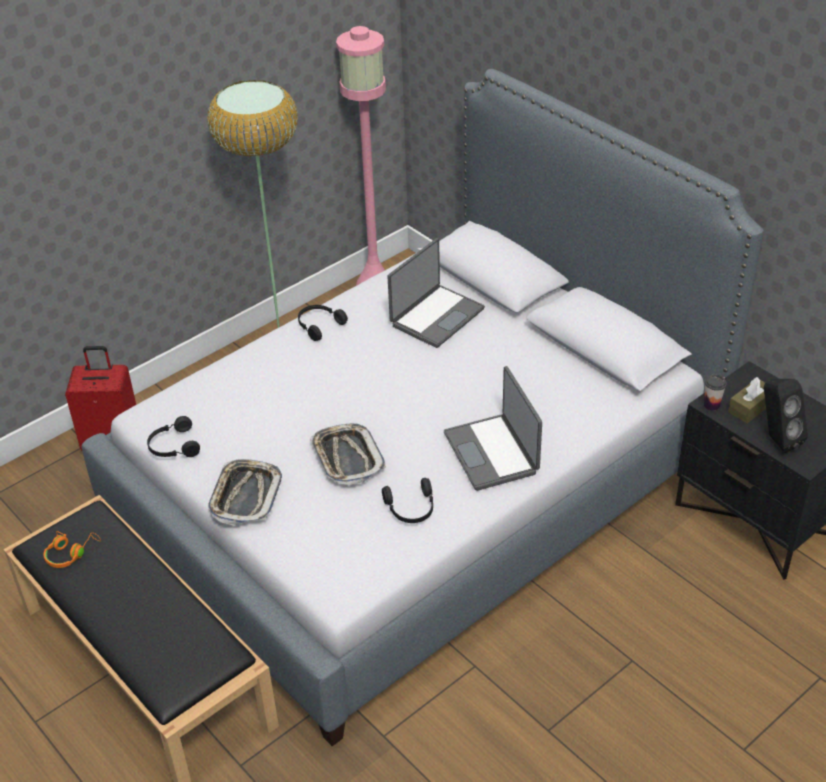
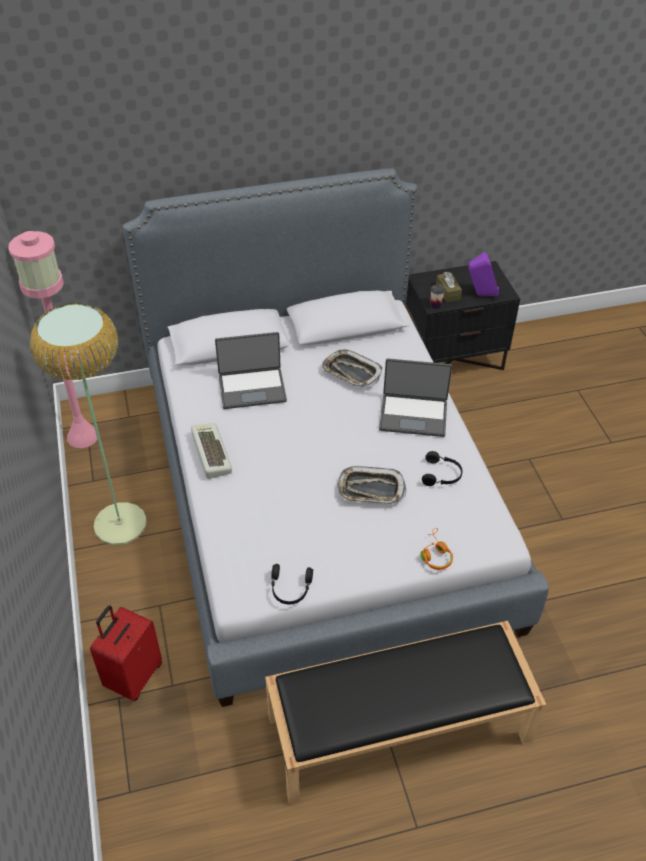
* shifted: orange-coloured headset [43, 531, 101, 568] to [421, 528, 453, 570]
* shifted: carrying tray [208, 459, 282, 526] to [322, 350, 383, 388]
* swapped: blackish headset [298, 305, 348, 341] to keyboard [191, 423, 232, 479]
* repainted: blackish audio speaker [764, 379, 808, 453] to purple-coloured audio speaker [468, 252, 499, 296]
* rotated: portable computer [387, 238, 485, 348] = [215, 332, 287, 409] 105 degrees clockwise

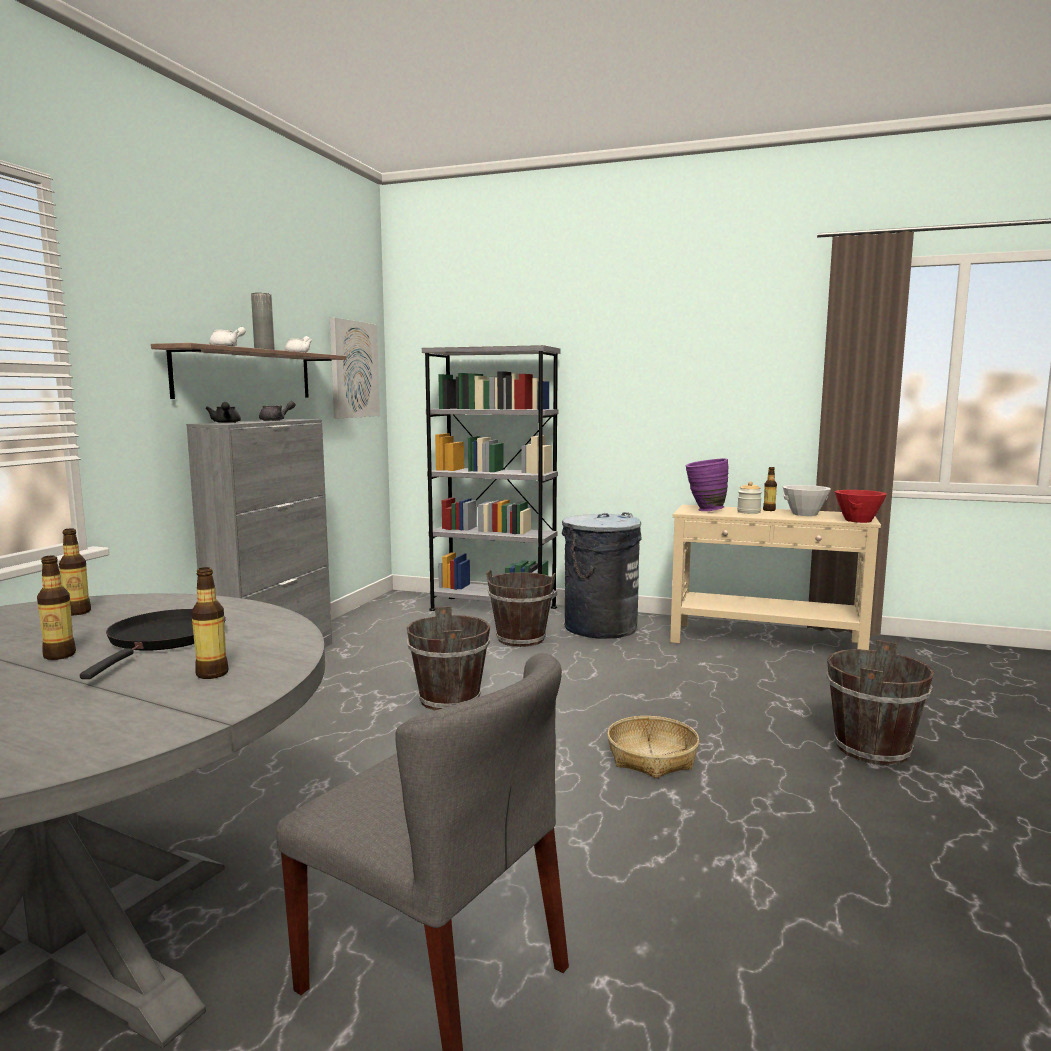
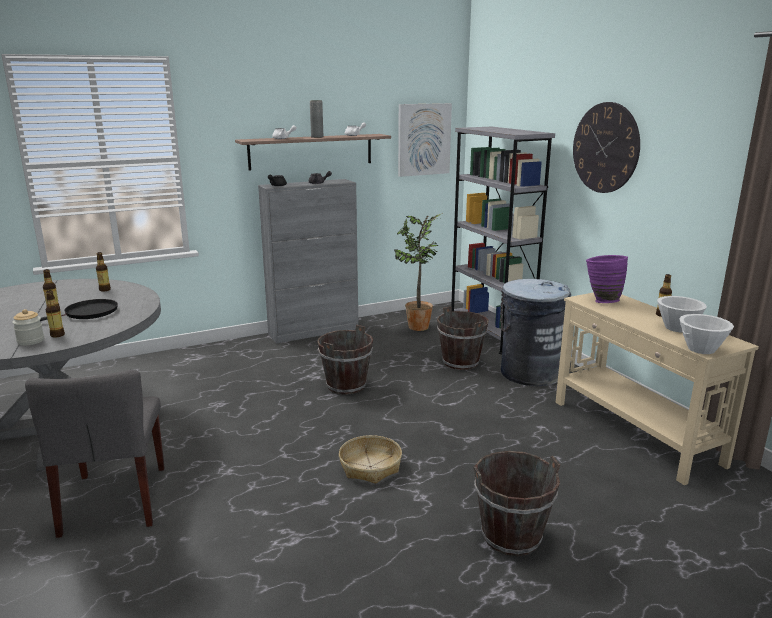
* new: potted plant [394, 213, 443, 331]
* new: wall clock [573, 102, 640, 193]
* shifted: storage jar [737, 481, 762, 514] to [12, 309, 44, 345]
* repainted: red serving bowl [835, 490, 887, 523] to white-coloured serving bowl [679, 314, 734, 354]

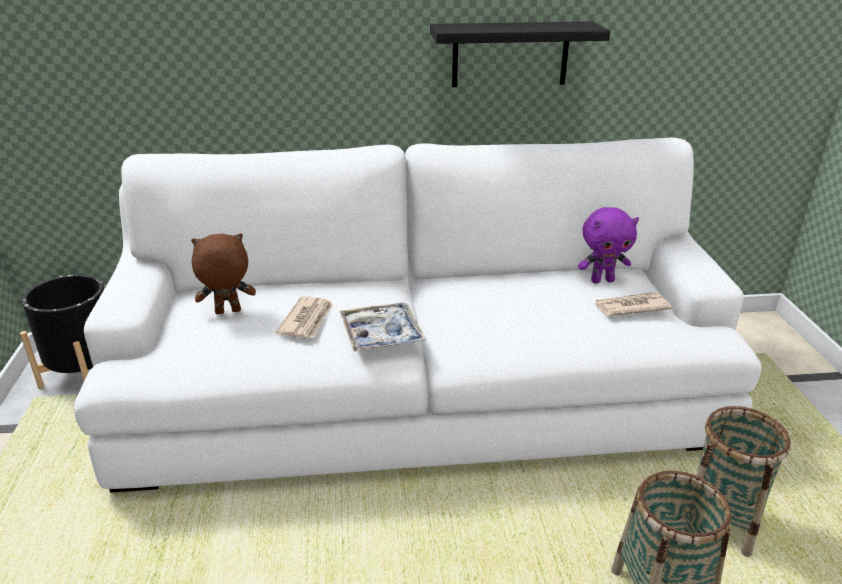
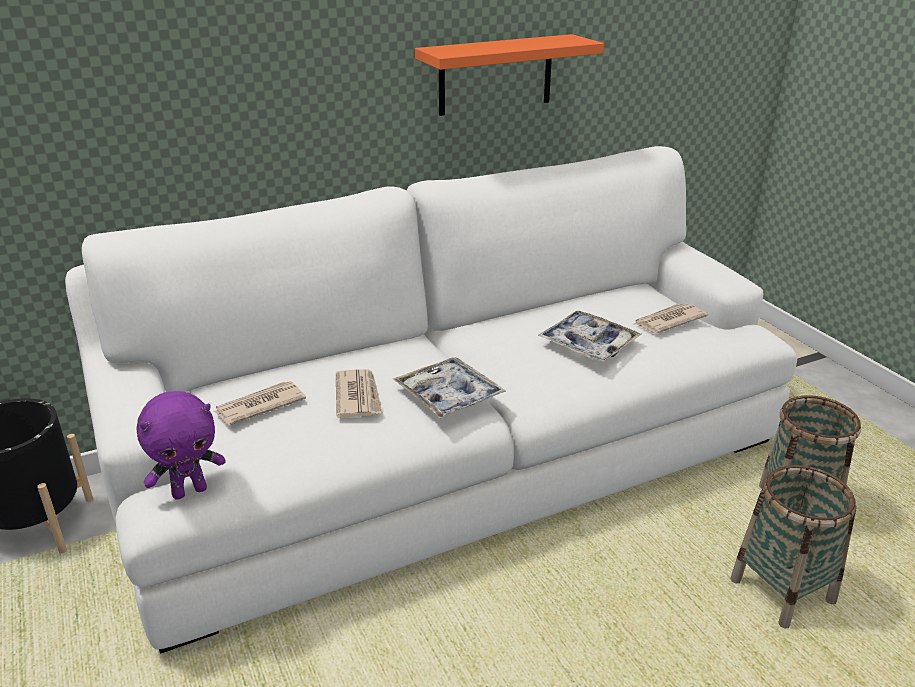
* new: carrying tray [538, 311, 642, 362]
* shifted: purple-coloured plush toy [578, 207, 639, 283] to [137, 391, 225, 500]
* swapped: brown plush toy [191, 233, 256, 314] to newspaper [214, 381, 306, 425]
* repainted: blackish wall shelf [430, 21, 610, 87] to orange-coloured wall shelf [415, 34, 604, 116]

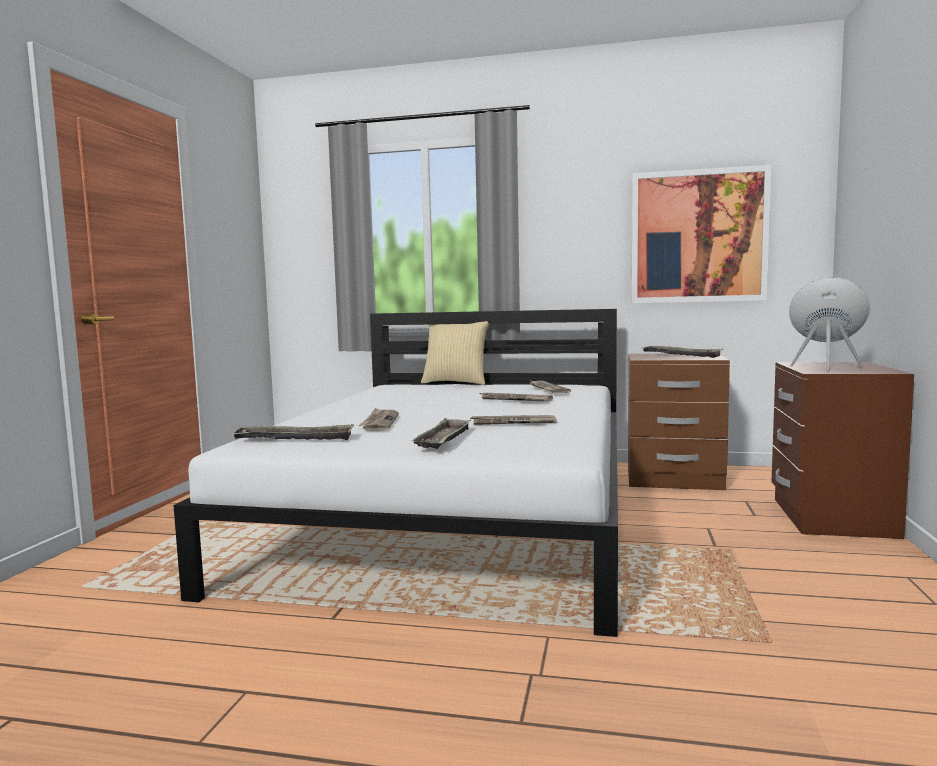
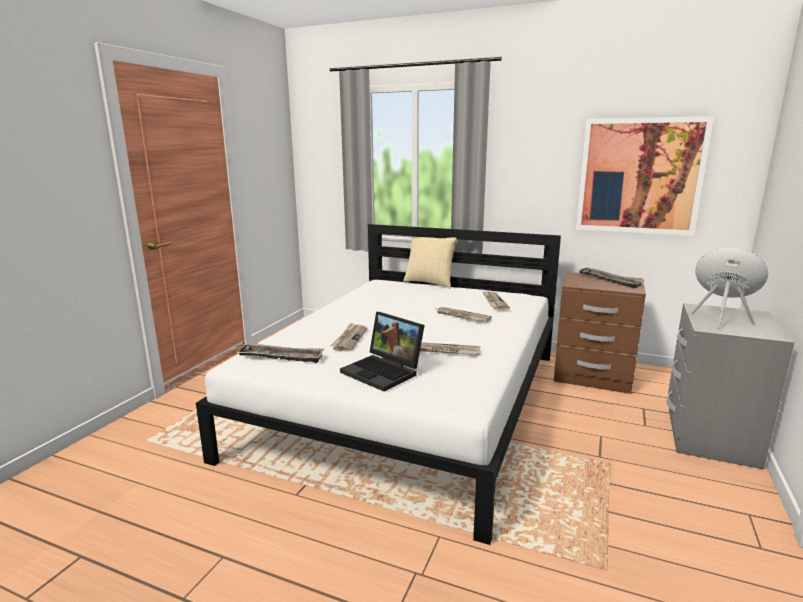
* swapped: carrying tray [412, 418, 471, 449] to portable computer [340, 312, 425, 391]
* repainted: brown night table [772, 362, 914, 539] to greyish night table [667, 303, 795, 470]

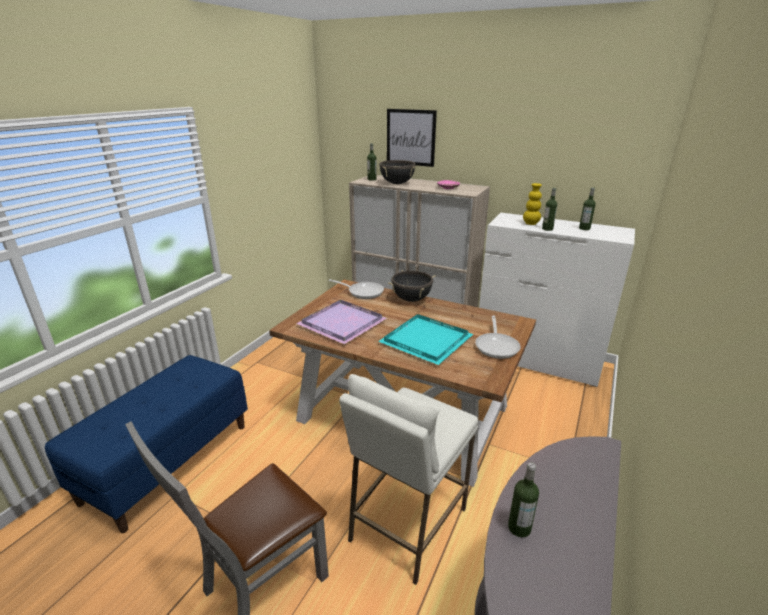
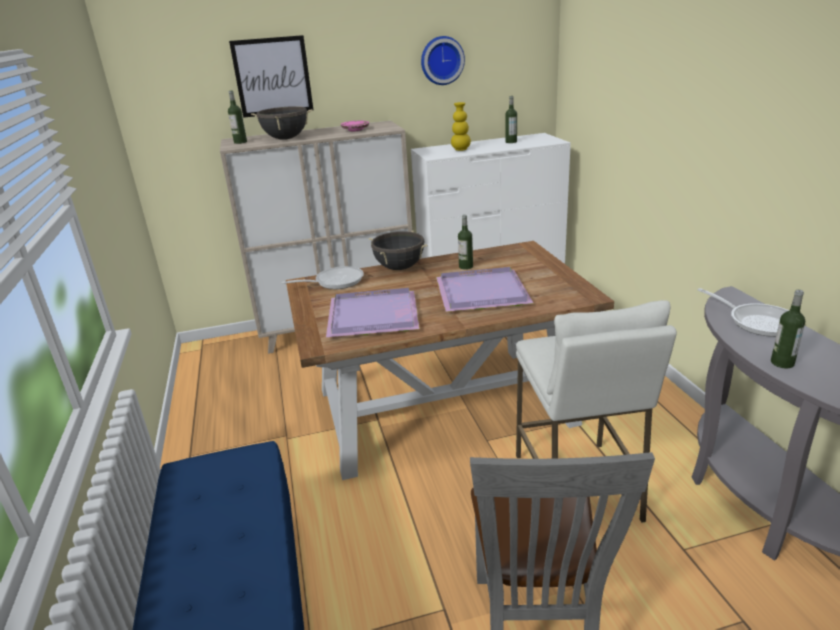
* new: wall clock [421, 36, 465, 85]
* shifted: pan [475, 315, 521, 359] to [697, 288, 789, 337]
* shifted: beverage bottle [542, 188, 557, 231] to [458, 215, 473, 270]
* repainted: turquoise-coloured carrying tray [378, 314, 473, 365] to purple-coloured carrying tray [436, 267, 533, 312]

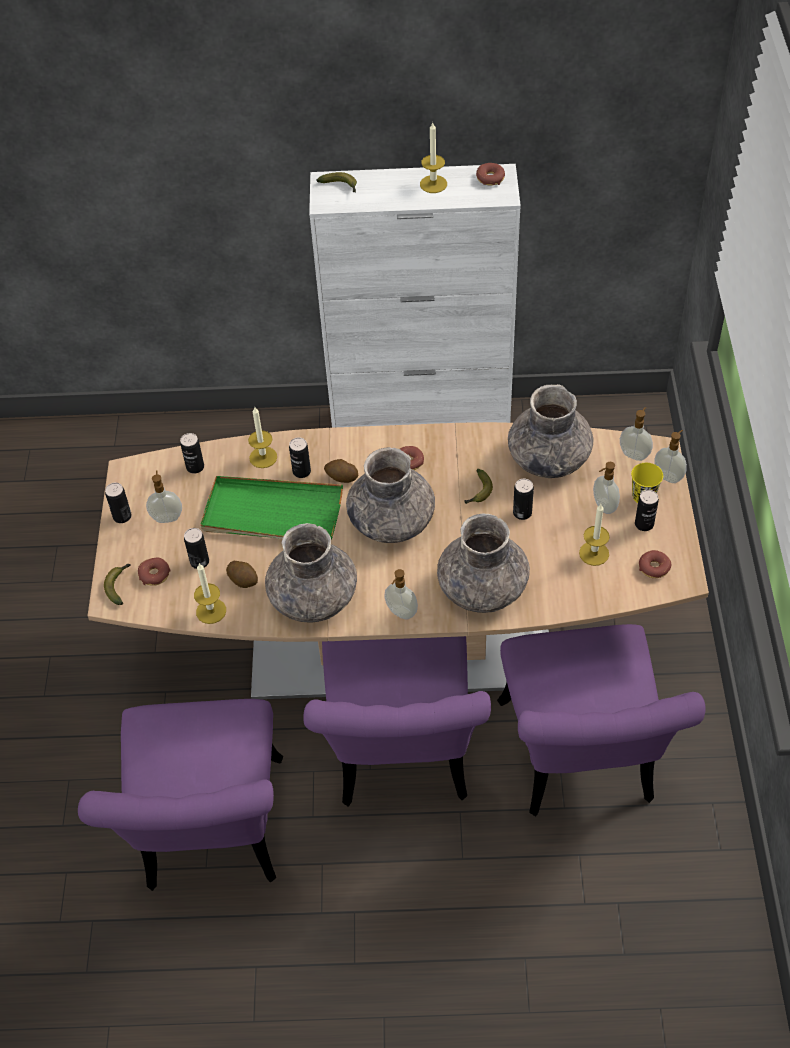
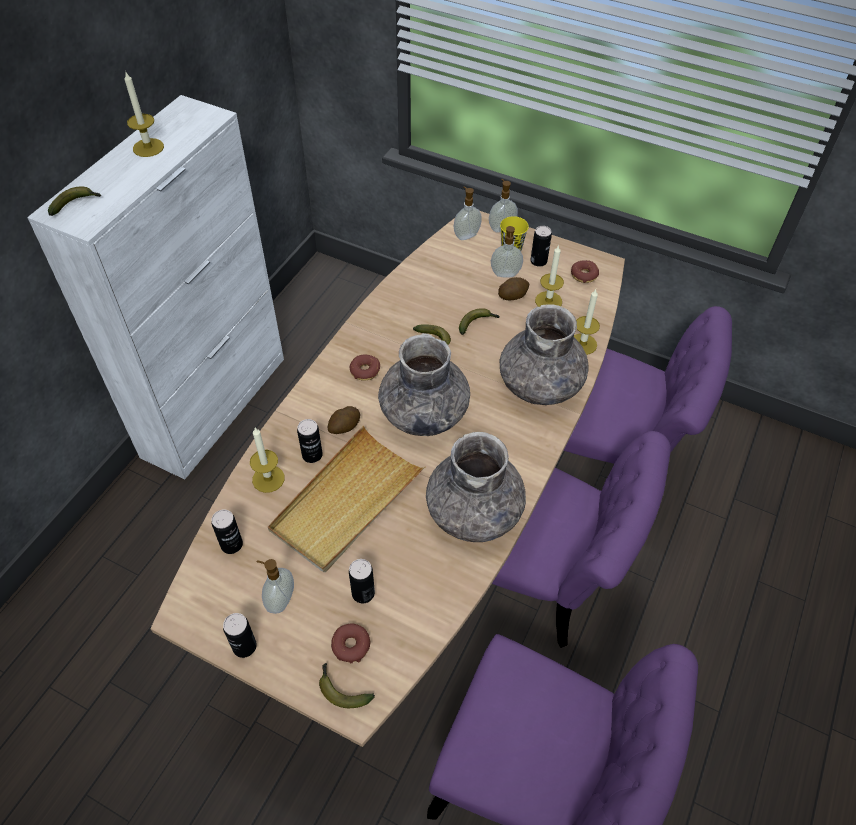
* gone: soap dispenser [384, 569, 418, 619]
* gone: doughnut [476, 163, 505, 186]
* gone: greyish vase [508, 384, 594, 478]
* shifted: candle [194, 563, 226, 624] to [574, 289, 600, 355]
* shifted: spud [226, 561, 258, 588] to [498, 277, 529, 300]
* swapped: sealed can [513, 479, 534, 520] to banana [459, 308, 499, 335]
* repainted: greenish carrying tray [200, 476, 343, 540] to beige-coloured carrying tray [268, 426, 426, 572]

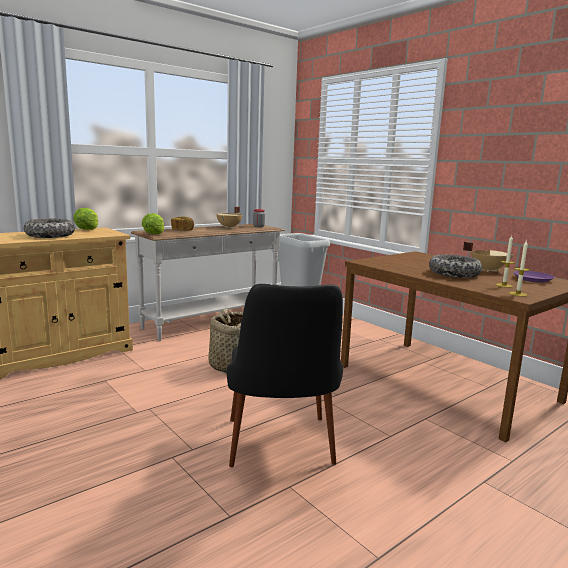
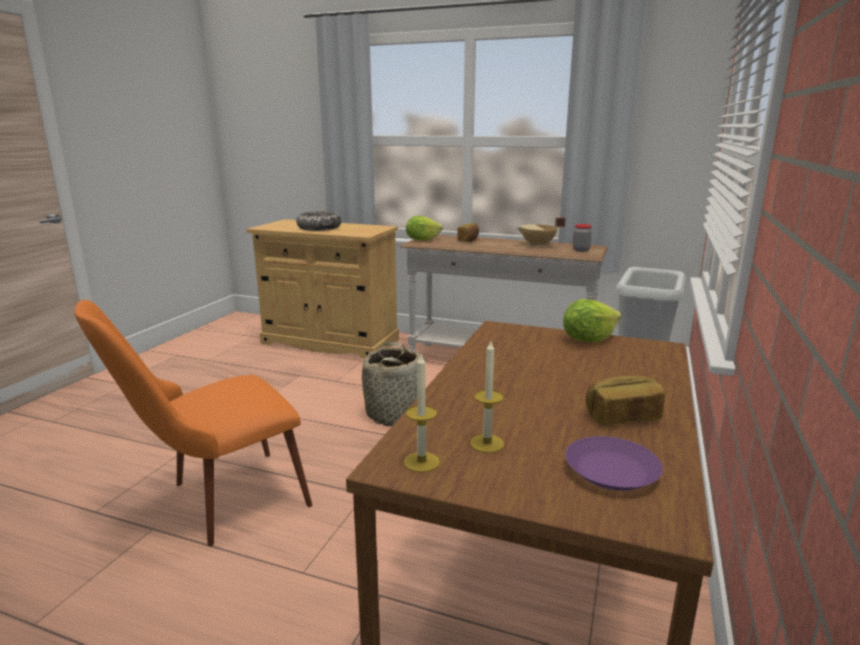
* gone: serving bowl [429, 254, 482, 278]
* shifted: lettuce head [73, 208, 98, 230] to [563, 299, 621, 342]
* swapped: beige-coloured saucepot [463, 242, 515, 272] to bakery bread [586, 375, 665, 426]
* repainted: blackish plain chair [227, 284, 343, 467] to orange-coloured plain chair [74, 300, 312, 546]

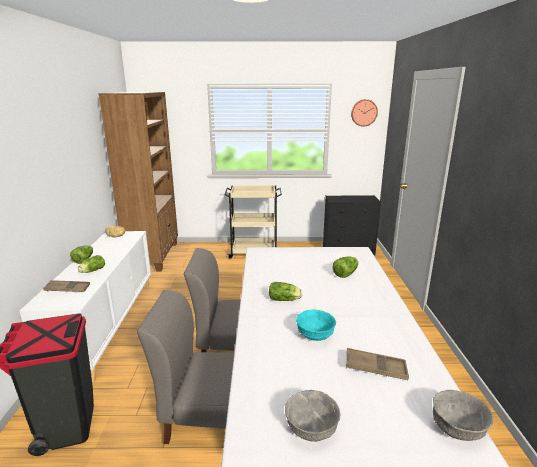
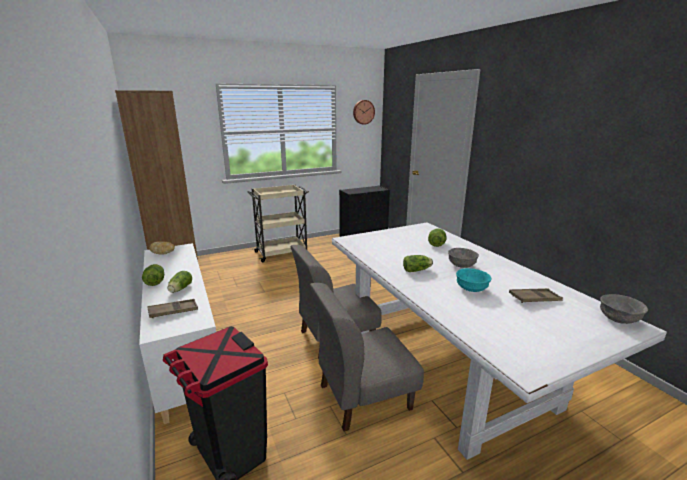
* shifted: greyish serving bowl [285, 390, 340, 442] to [448, 248, 479, 268]

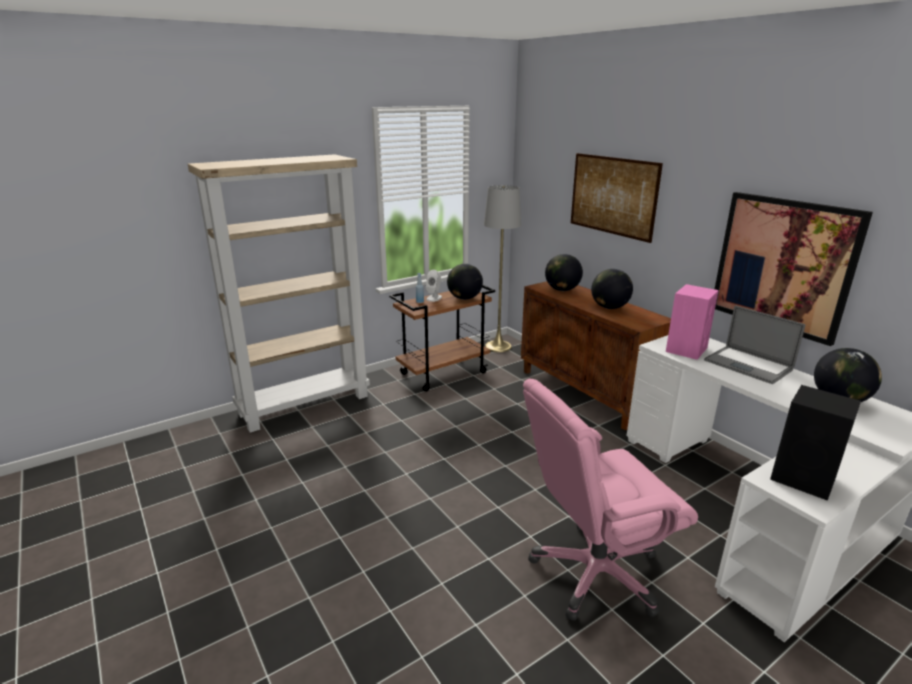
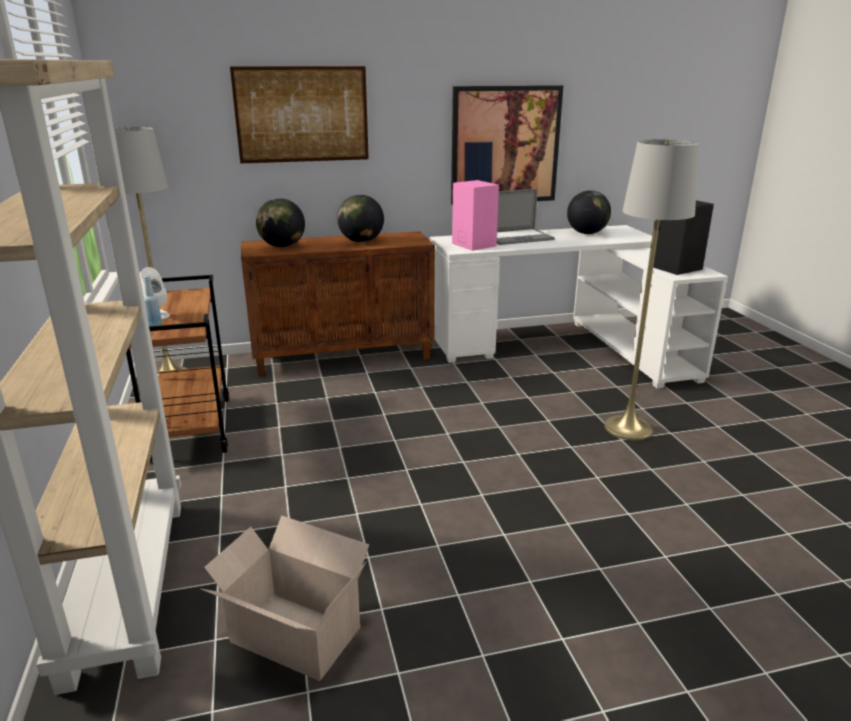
* gone: desk globe [447, 264, 483, 300]
* new: cardboard box [200, 515, 369, 681]
* swapped: pinkish desk chair [523, 379, 698, 621] to greyish standard lamp [604, 139, 699, 440]

